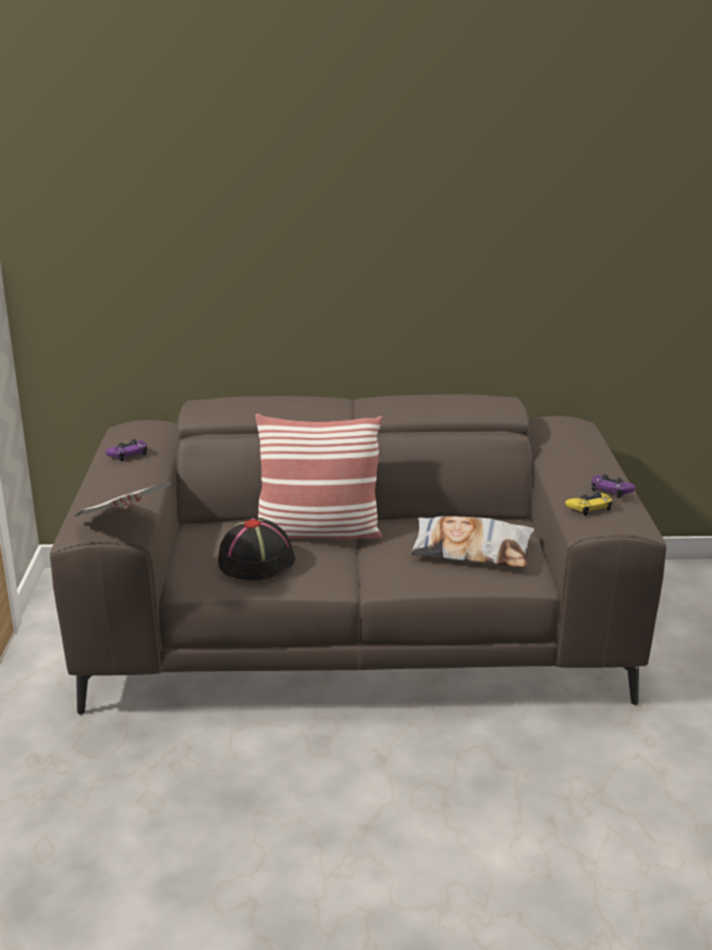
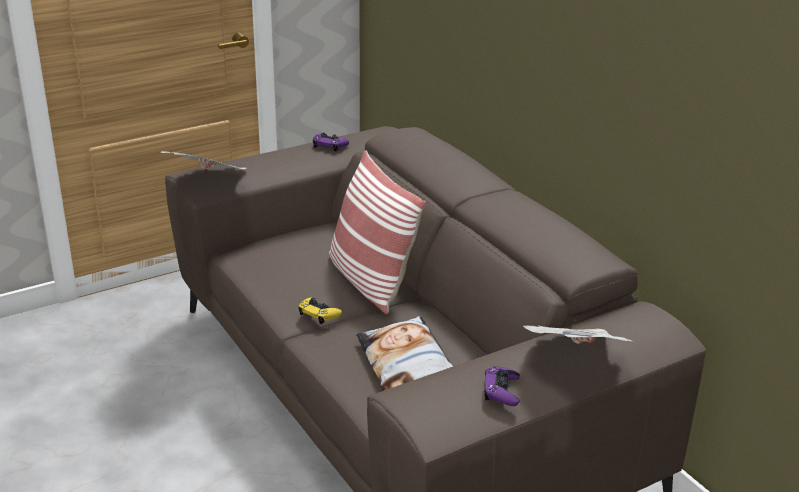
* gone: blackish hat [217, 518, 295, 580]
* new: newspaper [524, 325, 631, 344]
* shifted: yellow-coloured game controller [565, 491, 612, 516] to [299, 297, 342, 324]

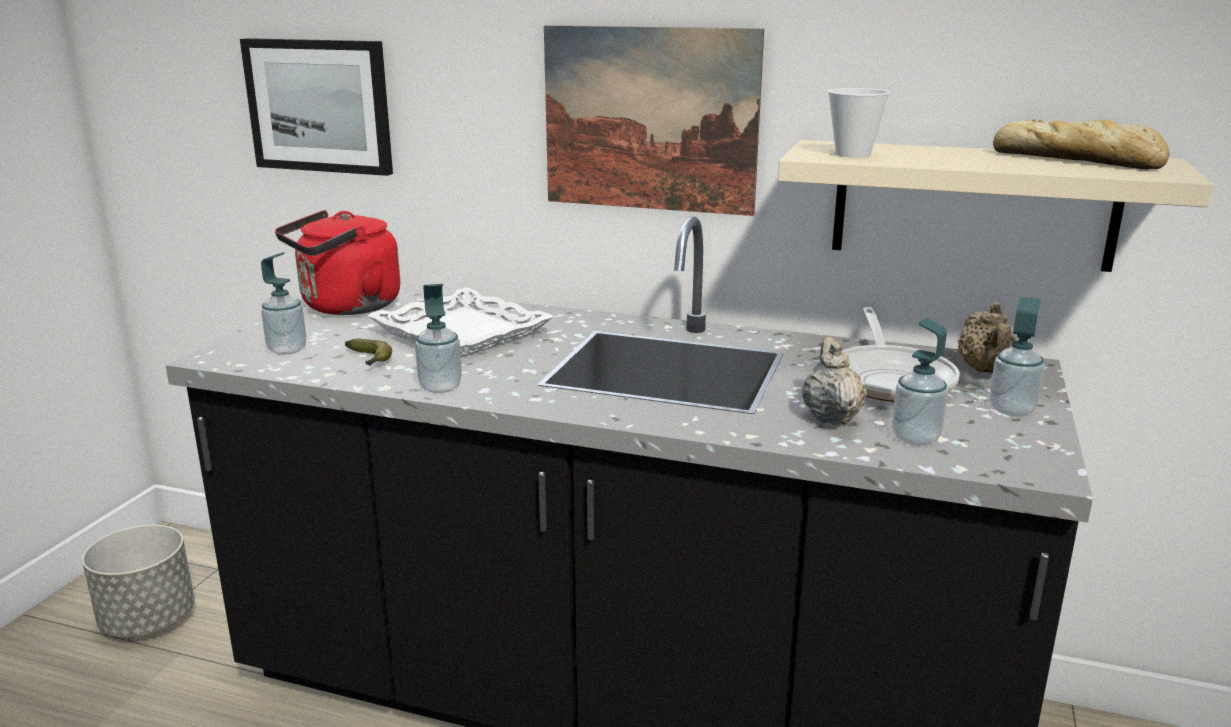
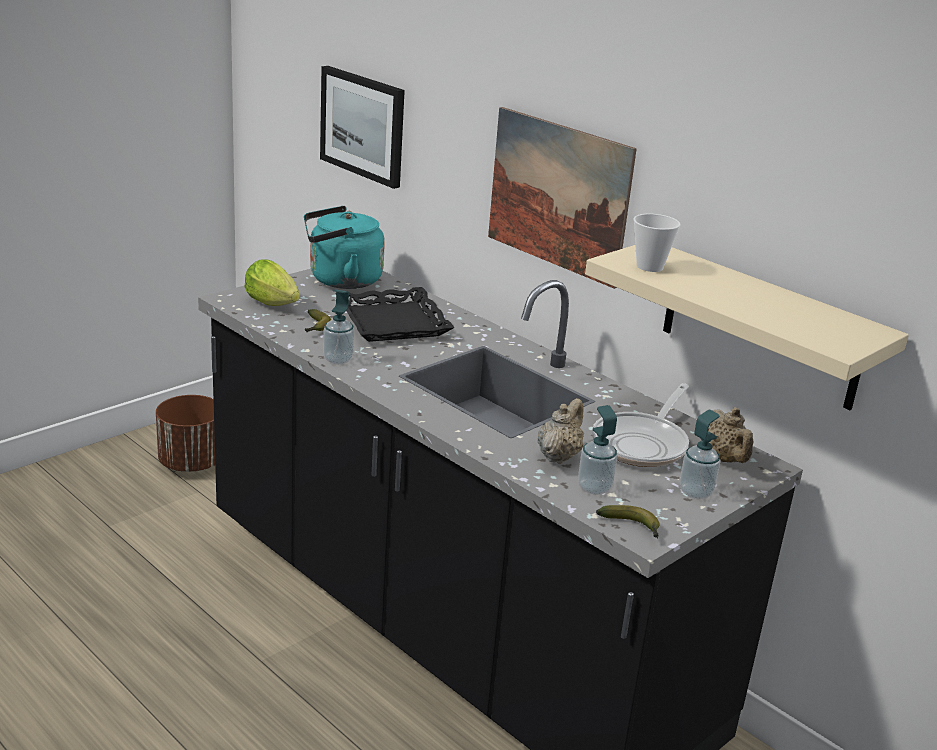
* gone: bakery bread [993, 119, 1170, 169]
* new: banana [596, 505, 660, 538]
* swapped: soap dispenser [261, 252, 306, 355] to lettuce head [244, 259, 300, 306]
* repainted: greyish plant pot [82, 525, 194, 637] to brown plant pot [156, 395, 215, 472]
* repainted: red kettle [275, 210, 400, 315] to turquoise-coloured kettle [304, 206, 385, 289]
* repainted: white-coloured carrying tray [367, 287, 554, 357] to blackish carrying tray [335, 287, 455, 342]
* rotated: beige-coloured tea pot [958, 302, 1016, 373] = [708, 407, 754, 463] 45 degrees counterclockwise

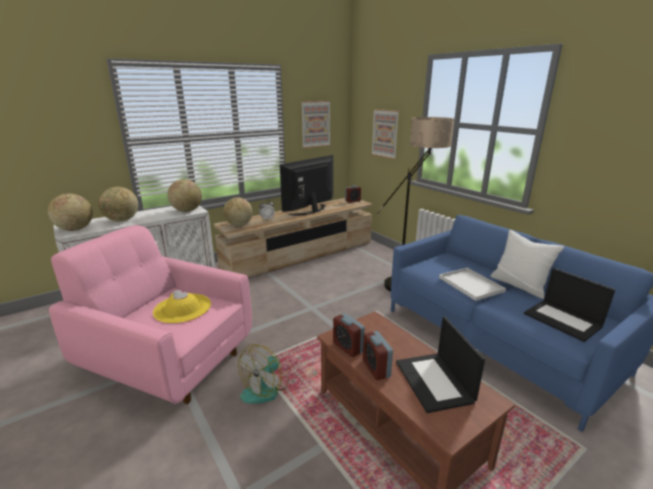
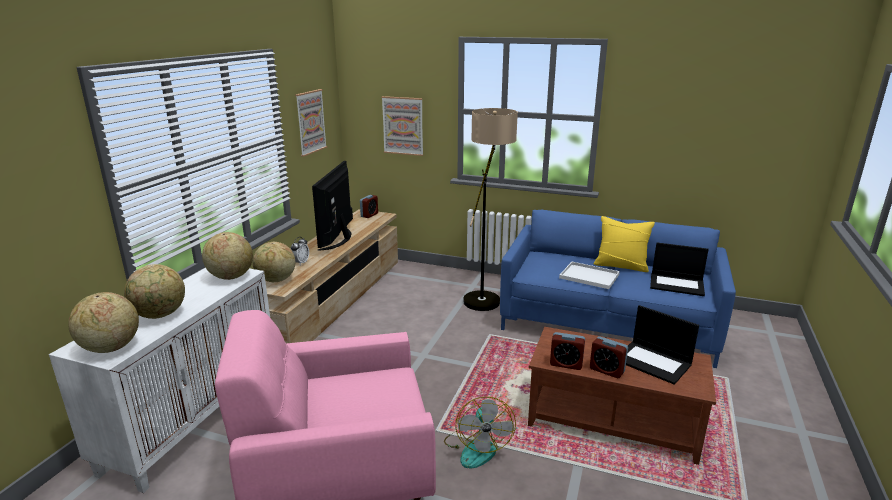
* gone: yellow-coloured hat [153, 289, 211, 323]
* repainted: white-coloured throw pillow [490, 230, 564, 299] to yellow-coloured throw pillow [594, 216, 655, 272]

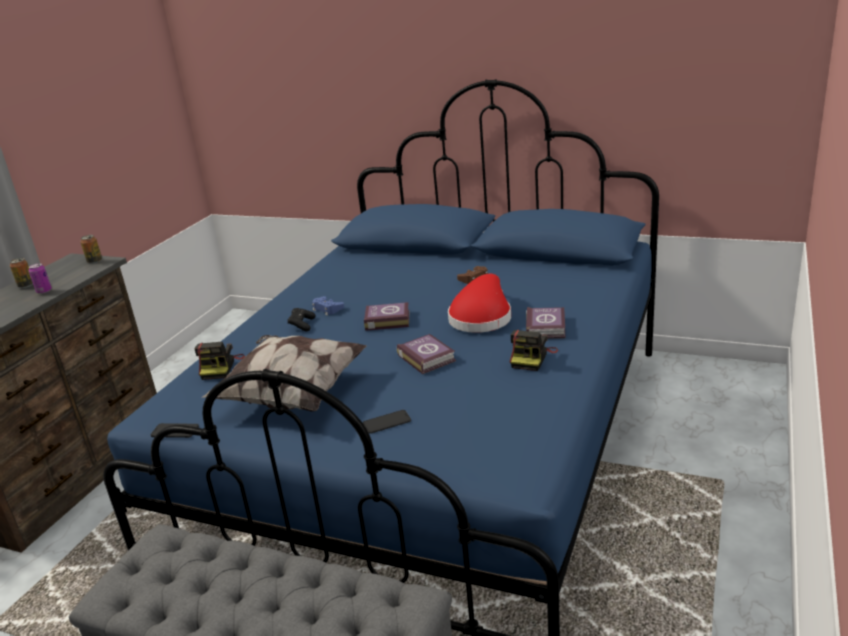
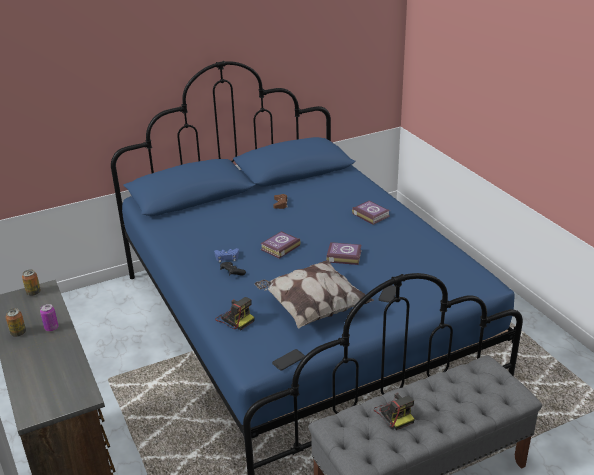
* gone: red hat [448, 274, 511, 333]
* shifted: photo camera [510, 330, 558, 371] to [374, 393, 415, 430]

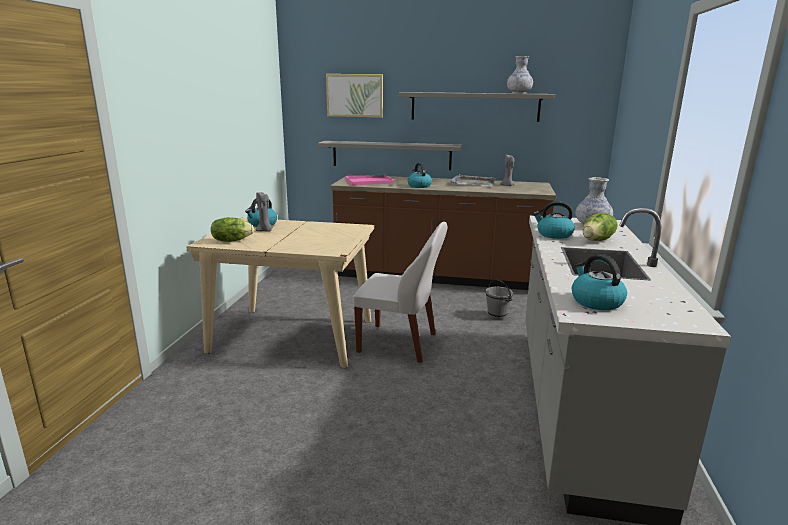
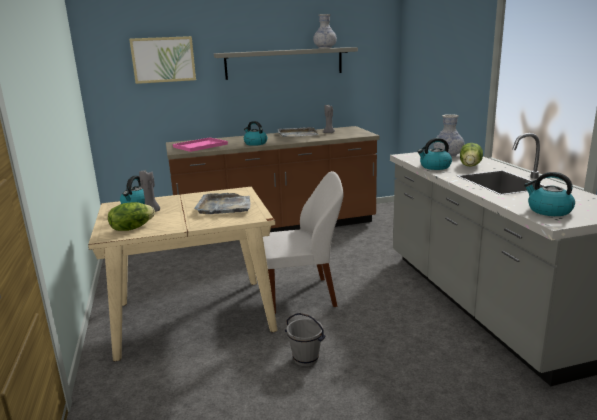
* gone: greyish wall shelf [317, 141, 462, 170]
* new: greyish carrying tray [194, 193, 250, 214]
* shifted: greyish bucket [485, 279, 513, 320] to [285, 313, 325, 367]

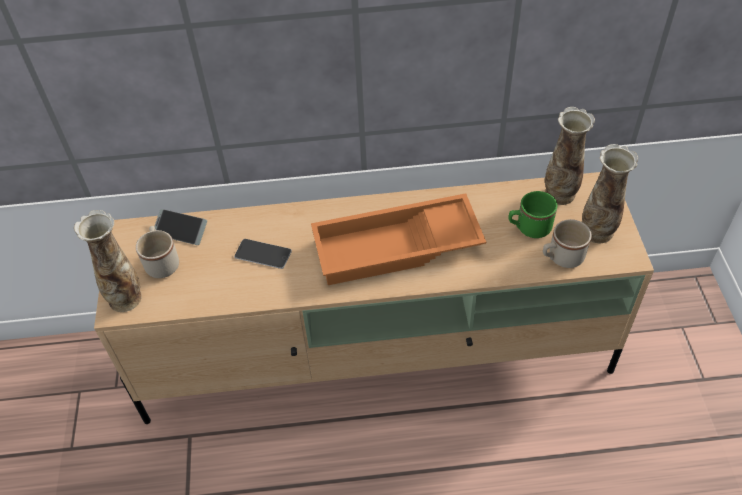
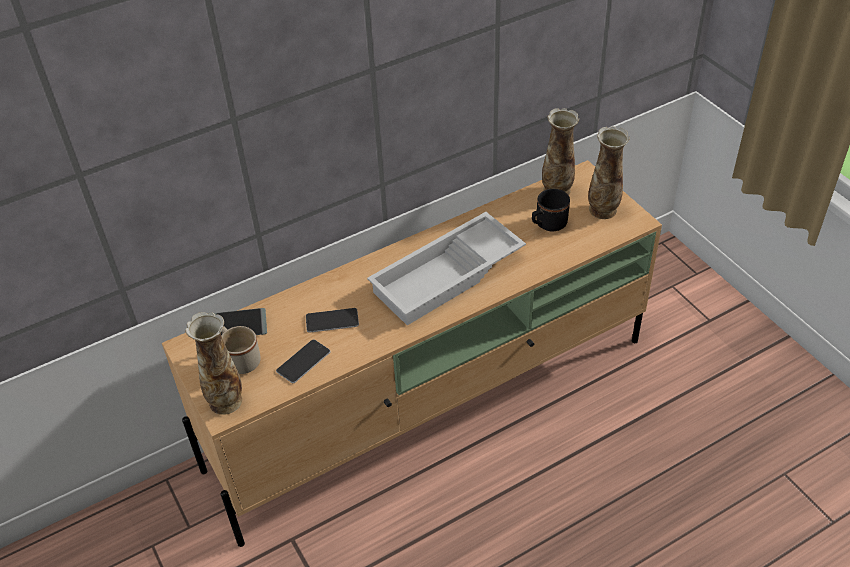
* gone: beige-coloured coffee mug [543, 219, 592, 268]
* new: handset [276, 339, 331, 383]
* repainted: orange-coloured carrying tray [311, 193, 486, 285] to white-coloured carrying tray [367, 212, 526, 325]
* repainted: greenish coffee mug [508, 191, 557, 238] to blackish coffee mug [532, 189, 570, 231]

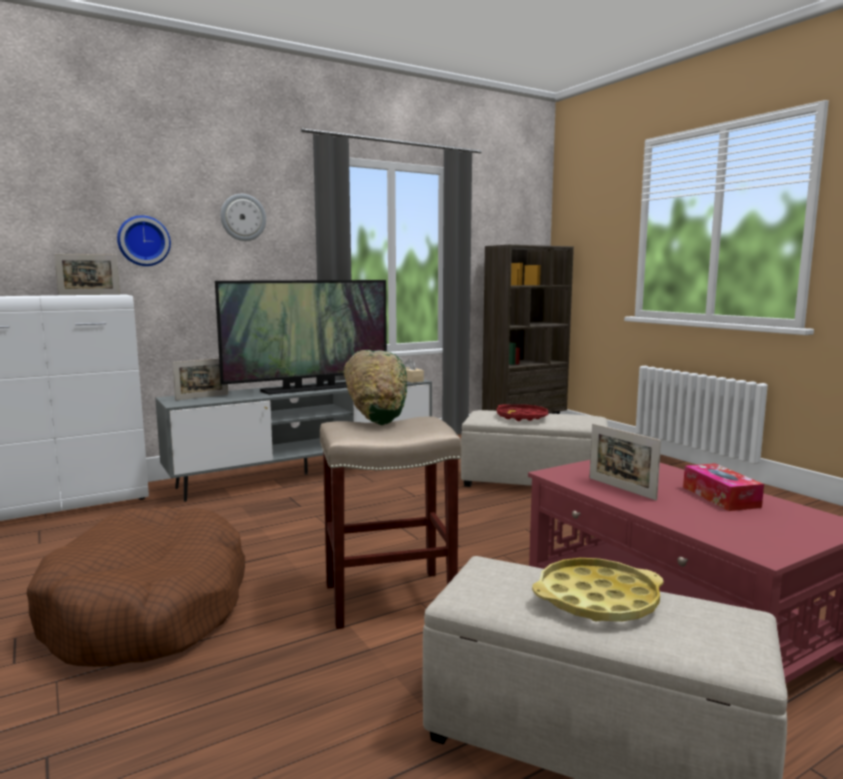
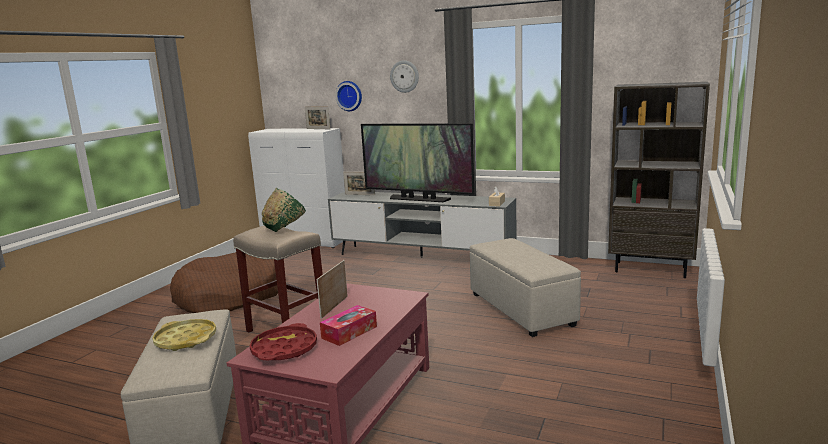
* shifted: red carrying tray [497, 404, 548, 421] to [249, 323, 317, 360]

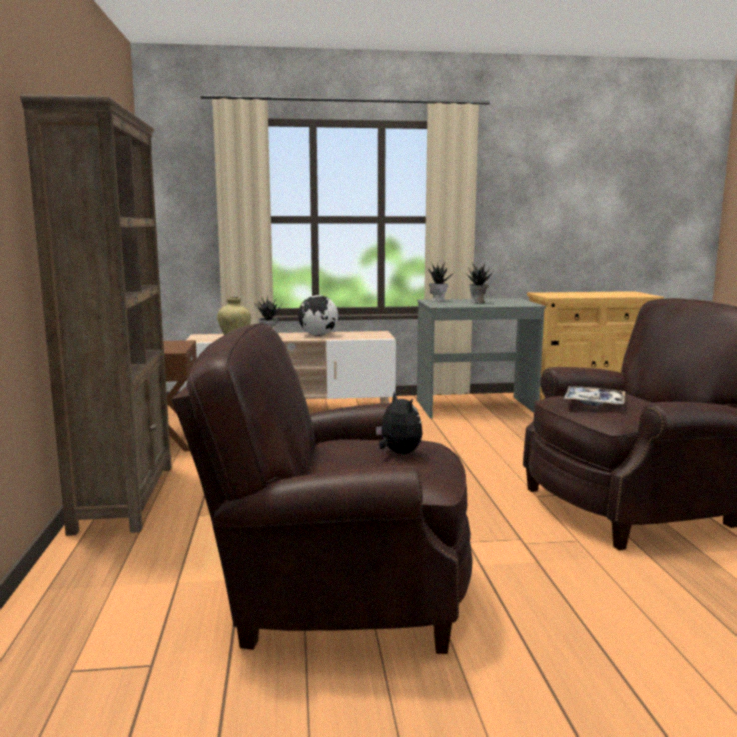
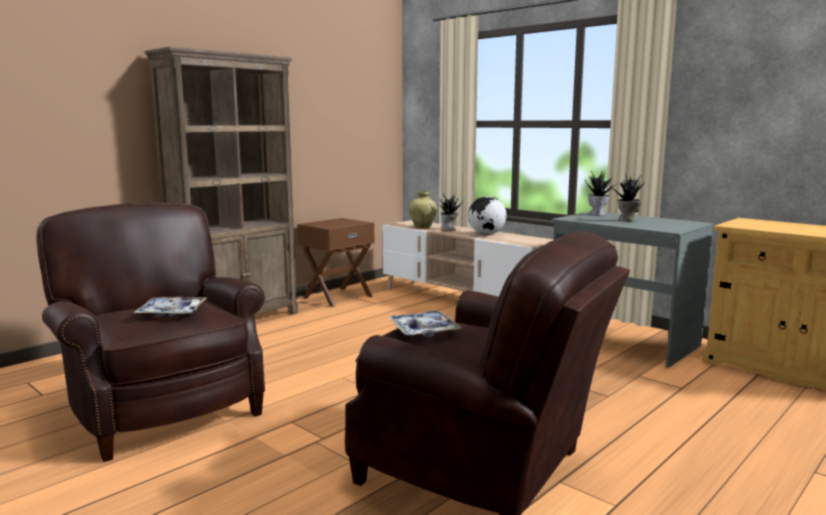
* swapped: plush toy [376, 391, 423, 454] to carrying tray [133, 297, 206, 317]

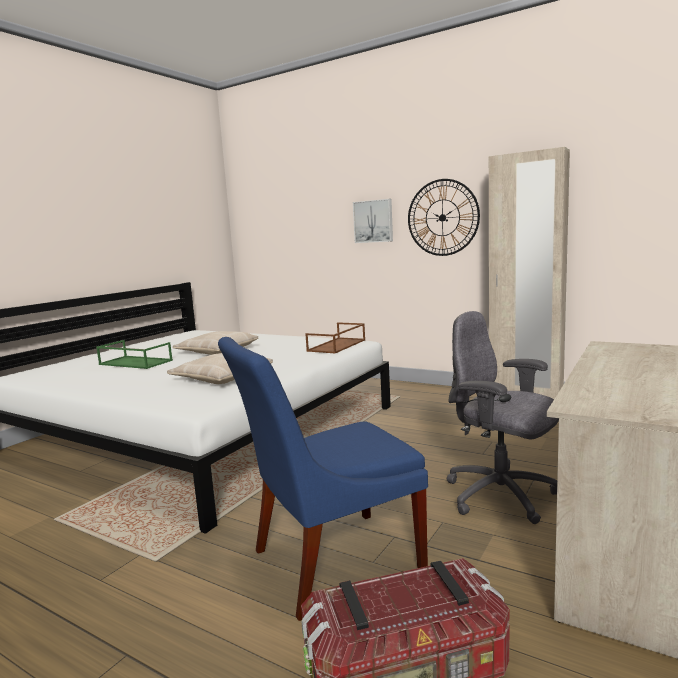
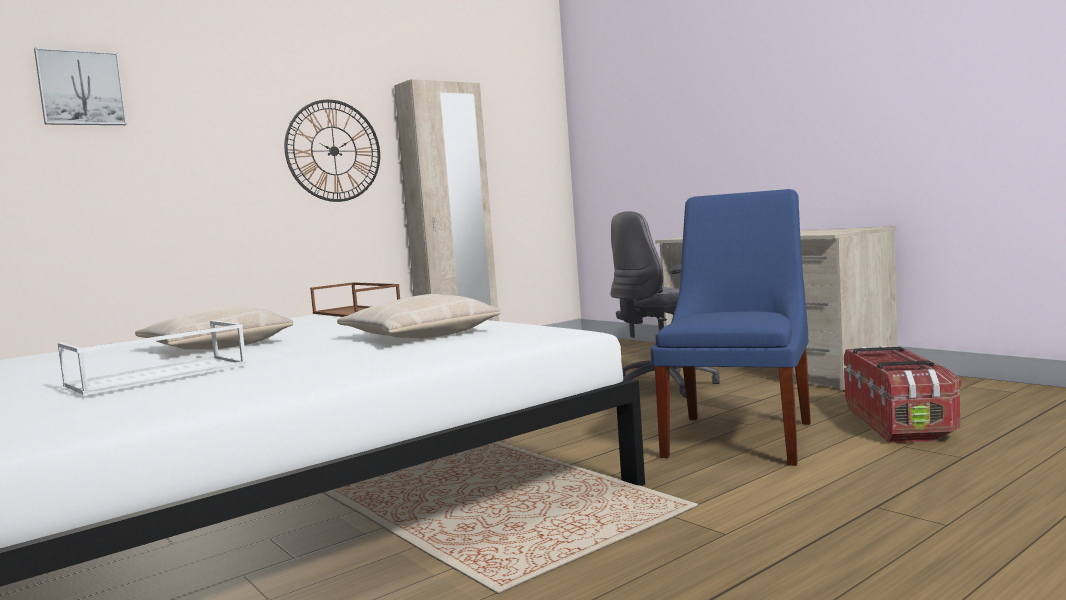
* shifted: picture [353, 199, 393, 243] to [34, 48, 127, 125]
* repainted: greenish carrying tray [96, 340, 173, 369] to white-coloured carrying tray [58, 320, 247, 396]
* rotated: bluish plain chair [218, 337, 428, 621] = [650, 189, 811, 466] 150 degrees counterclockwise

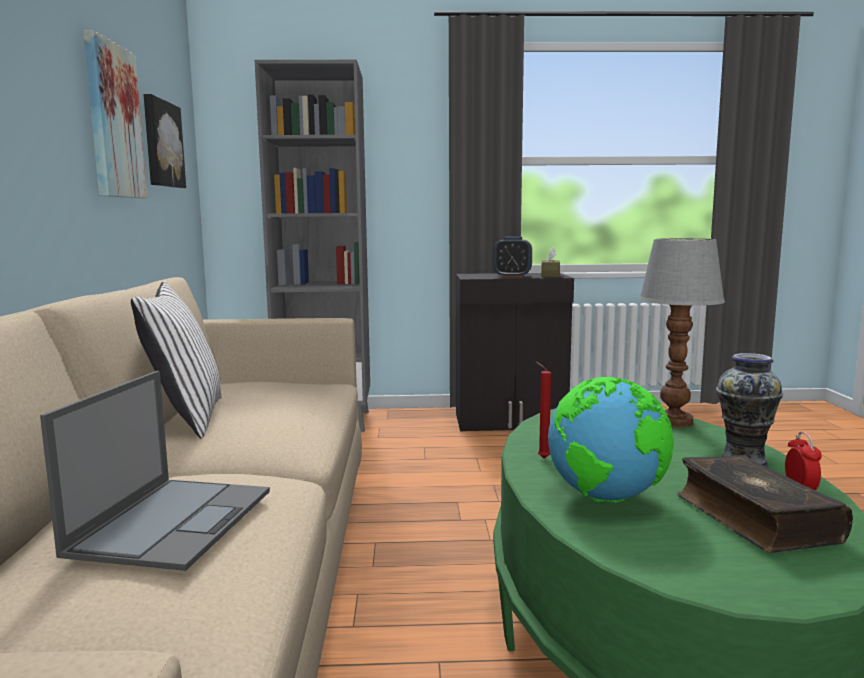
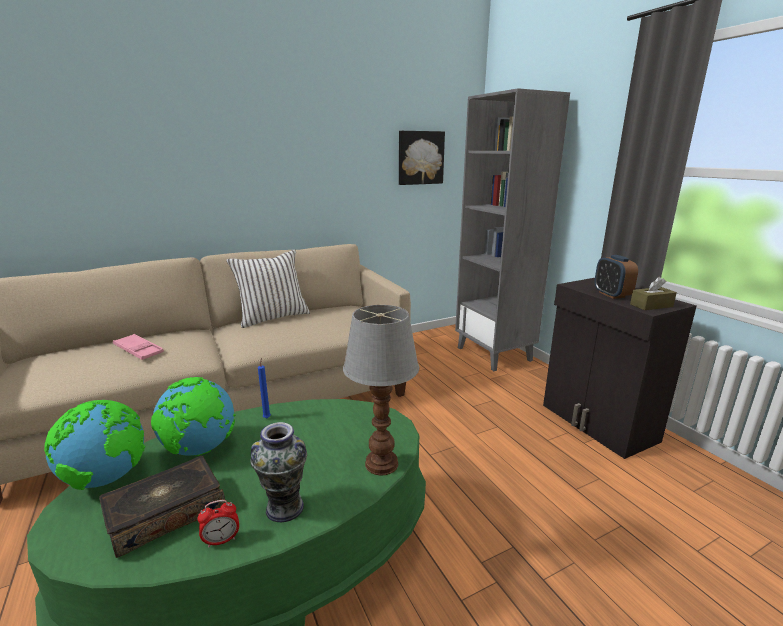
* gone: picture [83, 30, 147, 198]
* new: desk globe [44, 400, 145, 490]
* swapped: portable computer [40, 371, 270, 571] to pinkish carrying tray [113, 334, 164, 360]
* repainted: red candle [536, 362, 551, 458] to bluish candle [258, 358, 271, 418]

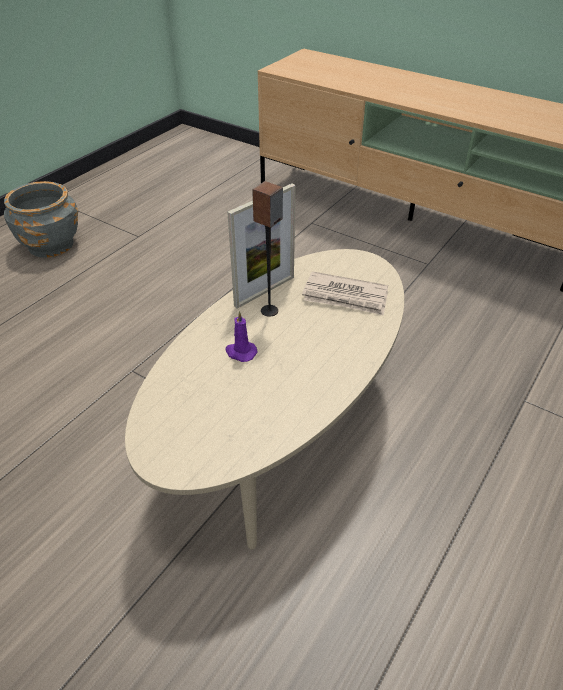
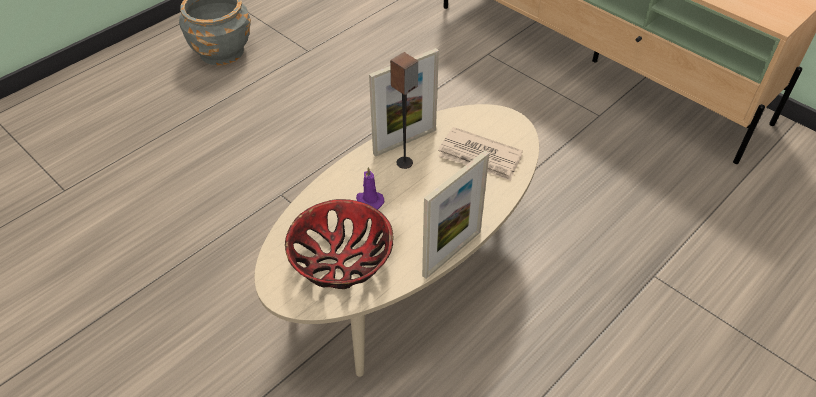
* new: serving bowl [285, 199, 393, 289]
* new: standing frame [422, 150, 489, 279]

